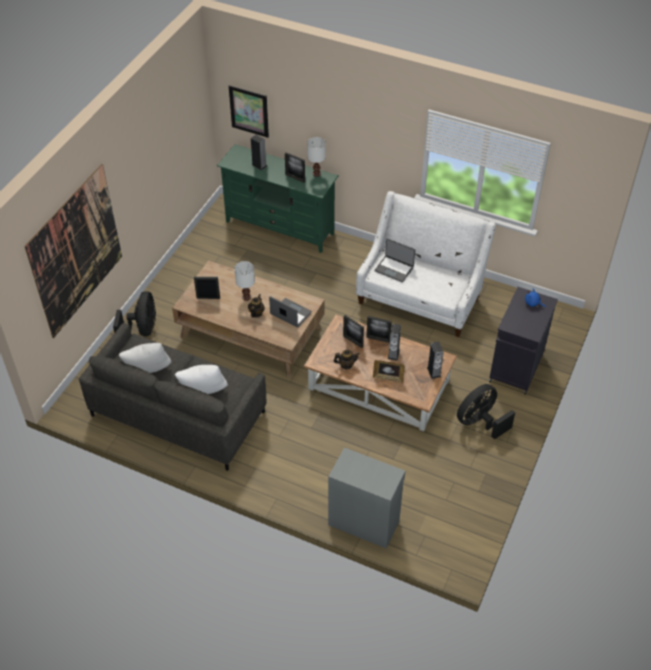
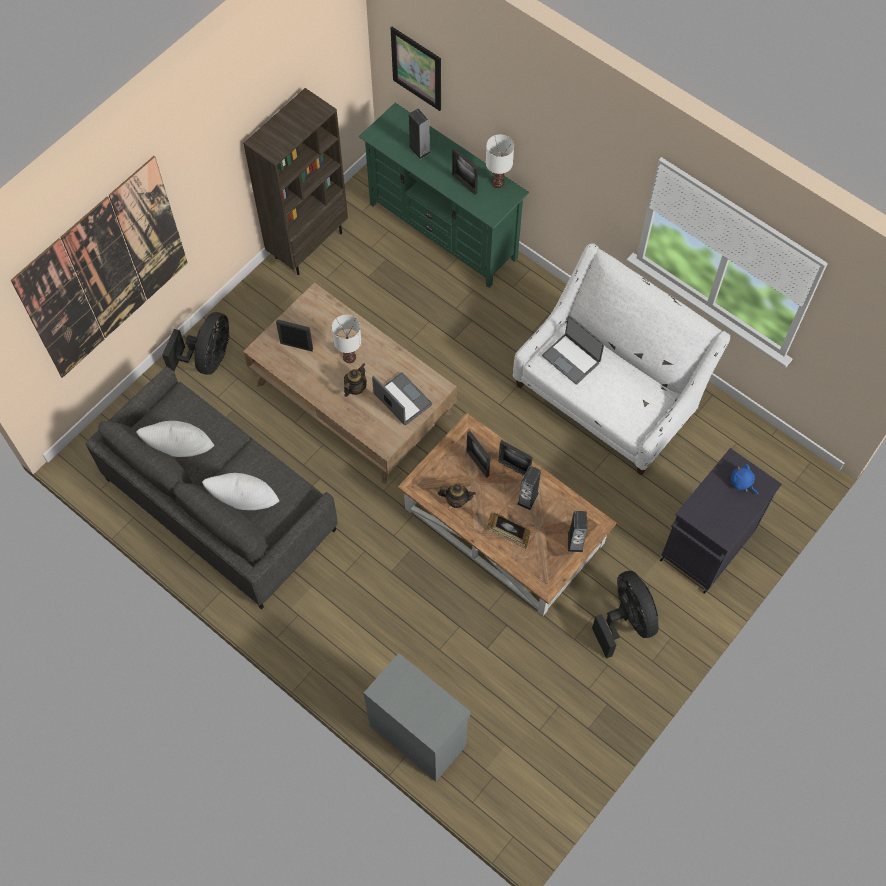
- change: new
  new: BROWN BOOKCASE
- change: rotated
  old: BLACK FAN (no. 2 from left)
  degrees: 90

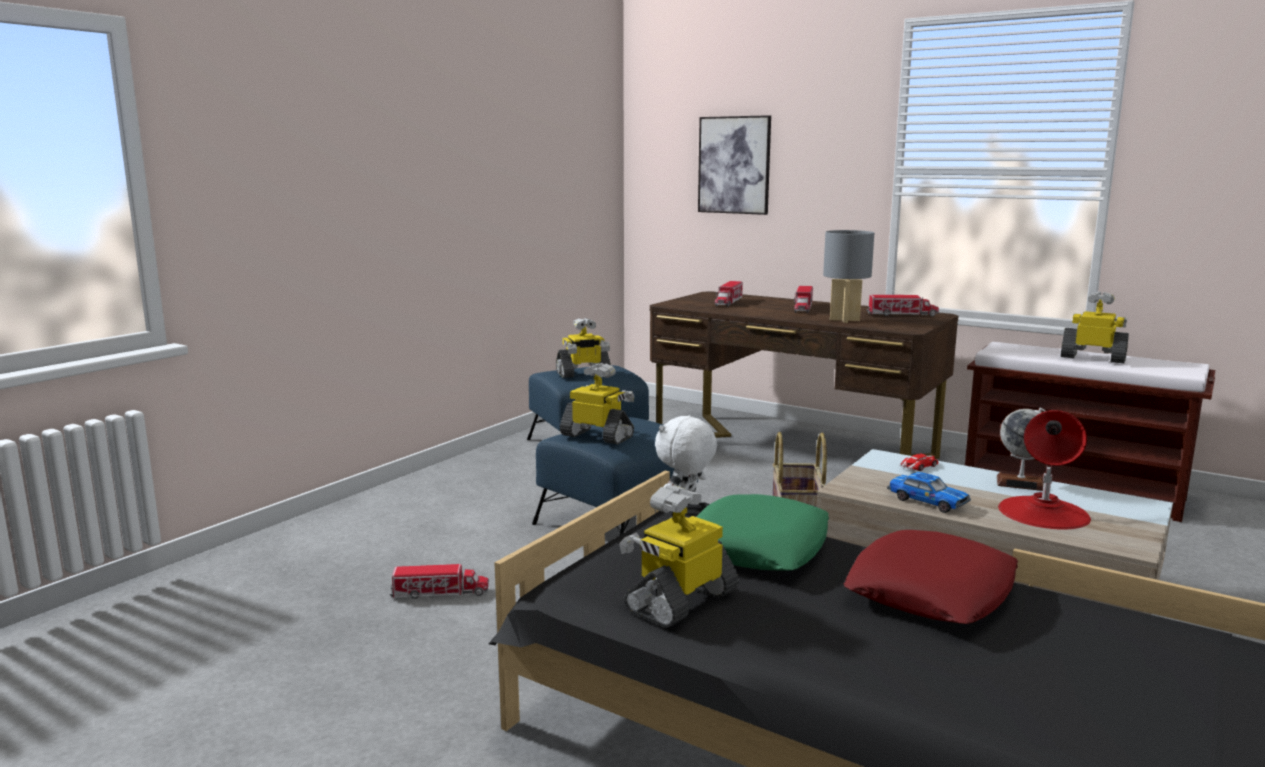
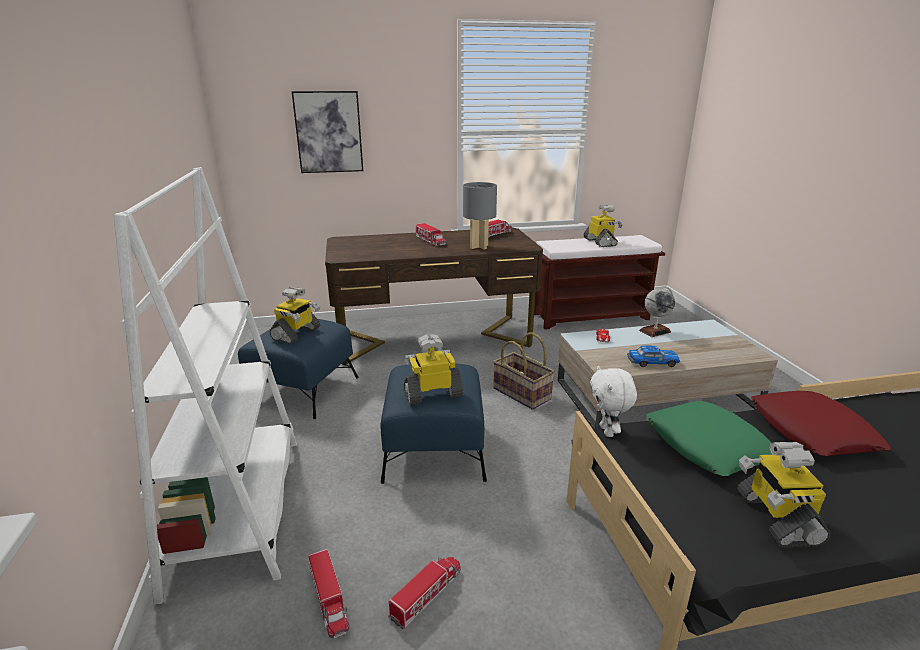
- change: gone
  old: RED TABLE LAMP
- change: new
  new: WHITE BOOKCASE
- change: shifted
  old: TOY TRUCK (no. 2 from left in the first image)
  new: TOY TRUCK (no. 1 from left)
- change: rotated
  old: TOY ROBOT (no. 4 from left in the first image)
  degrees: 90

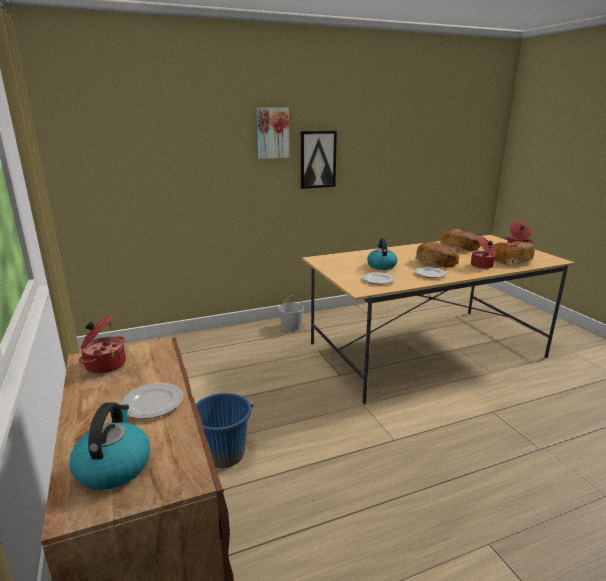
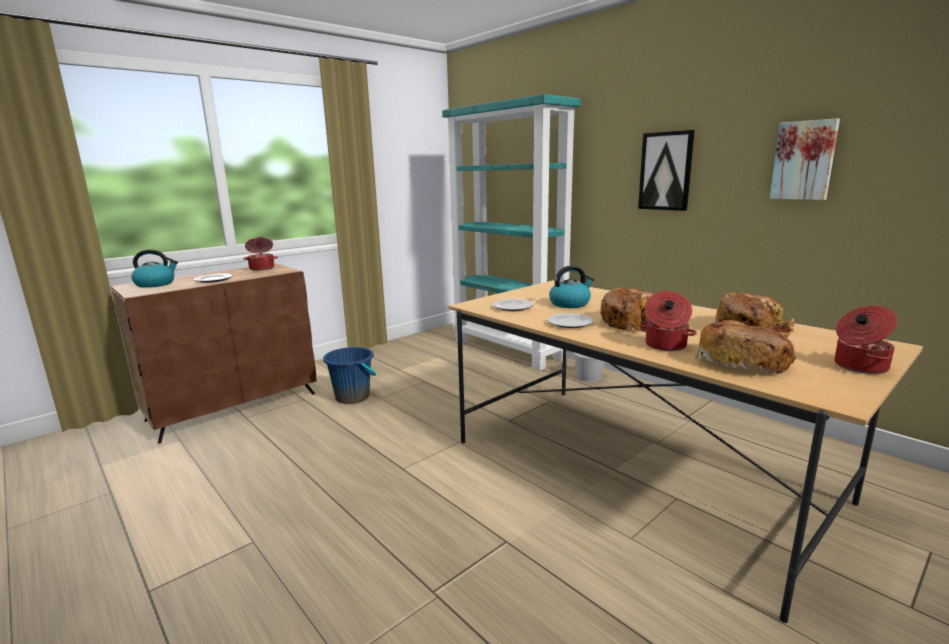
- change: new
  new: TURQUOISE BOOKCASE
- change: shifted
  old: PICTURE (no. 1 from left in the first image)
  new: PICTURE (no. 2 from left)

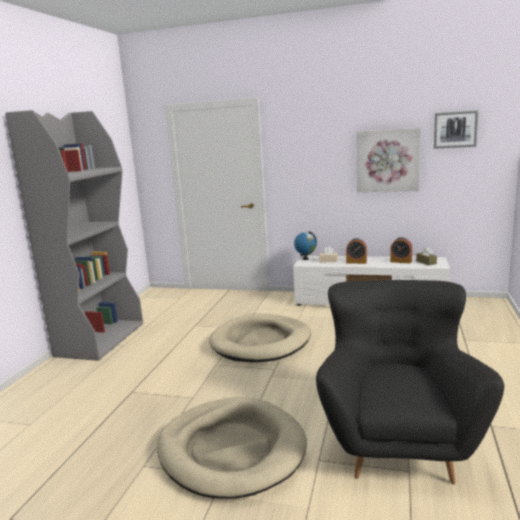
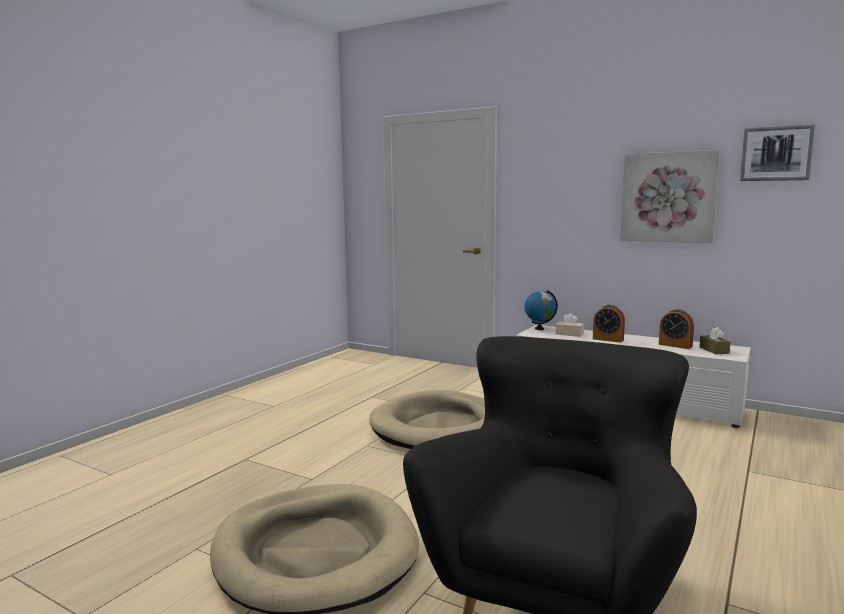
- change: gone
  old: GREY BOOKCASE

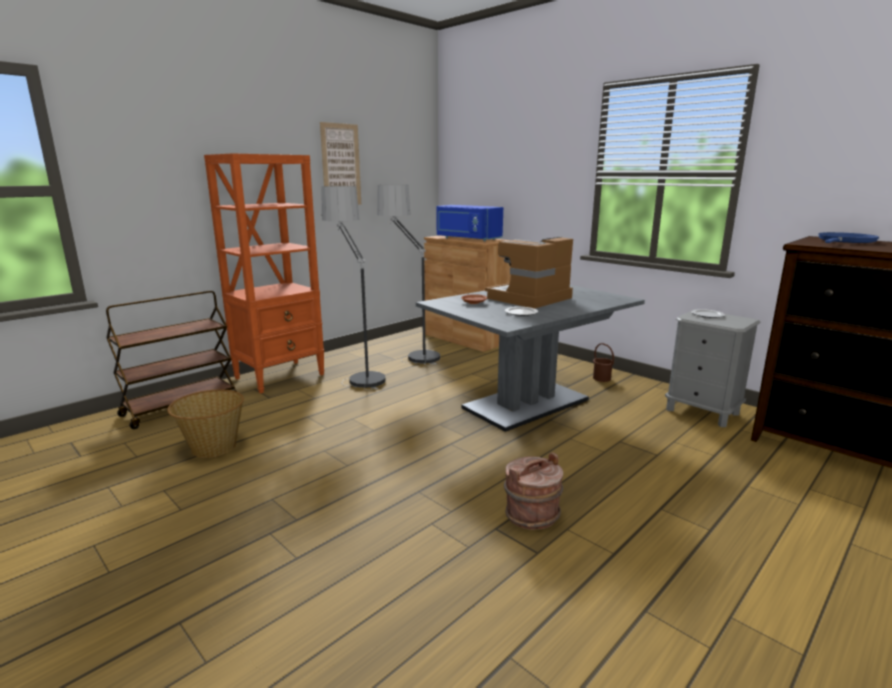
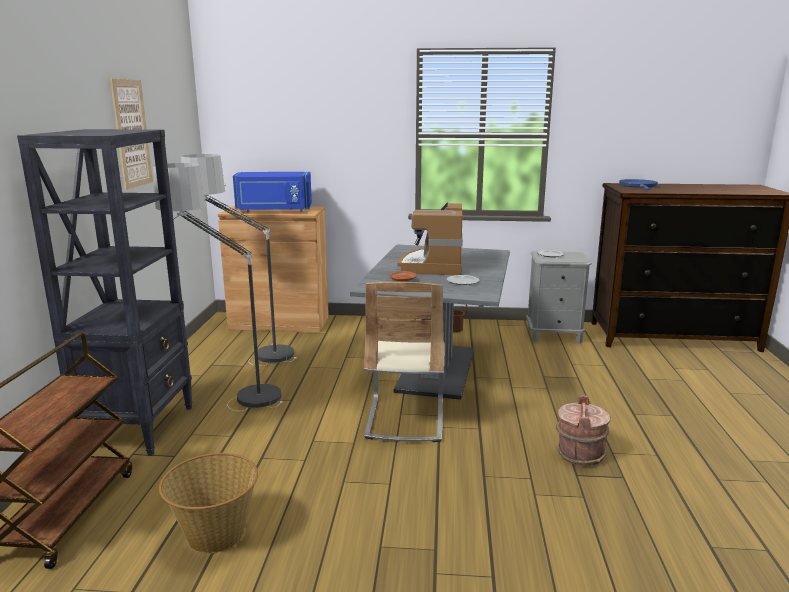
- change: new
  new: BEIGE CHAIR
- change: repainted
  old: ORANGE BOOKCASE
  new: BLACK BOOKCASE

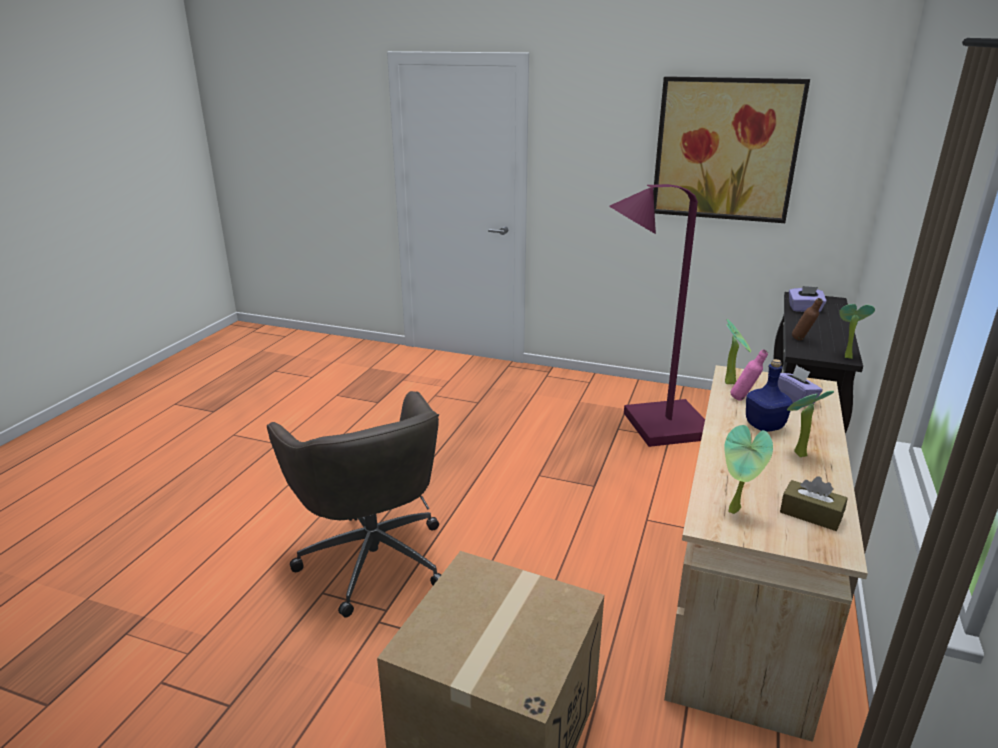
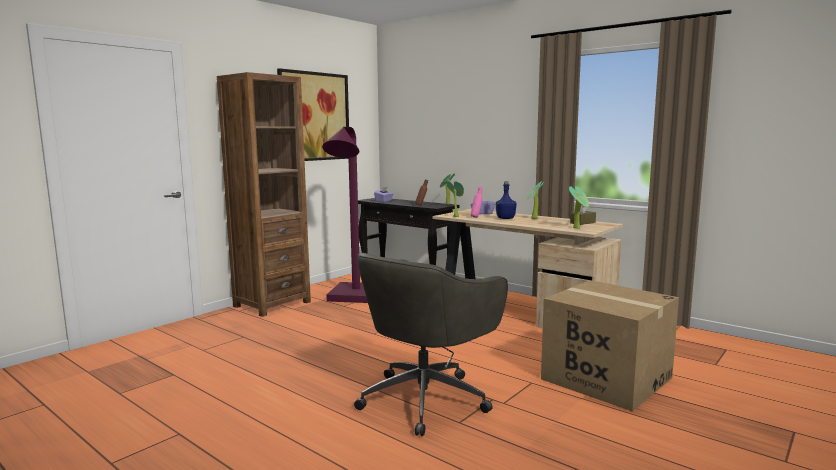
- change: new
  new: BROWN BOOKCASE
- change: rotated
  old: GREY OFFICE CHAIR
  degrees: 135

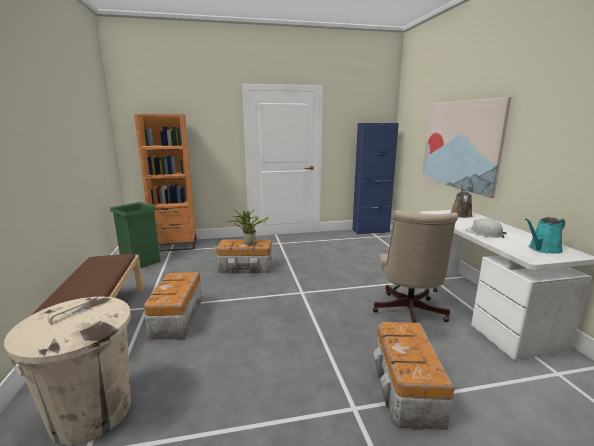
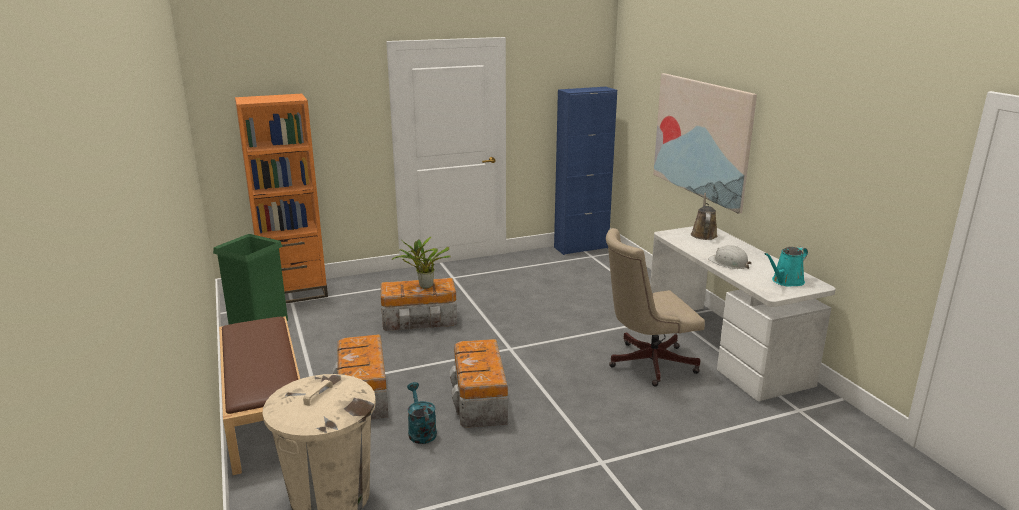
- change: new
  new: TURQUOISE WATERING CAN (no. 1 from left)
- change: shifted
  old: STORAGE BOX (no. 3 from left)
- change: rotated
  old: BEIGE OFFICE CHAIR
  degrees: 75

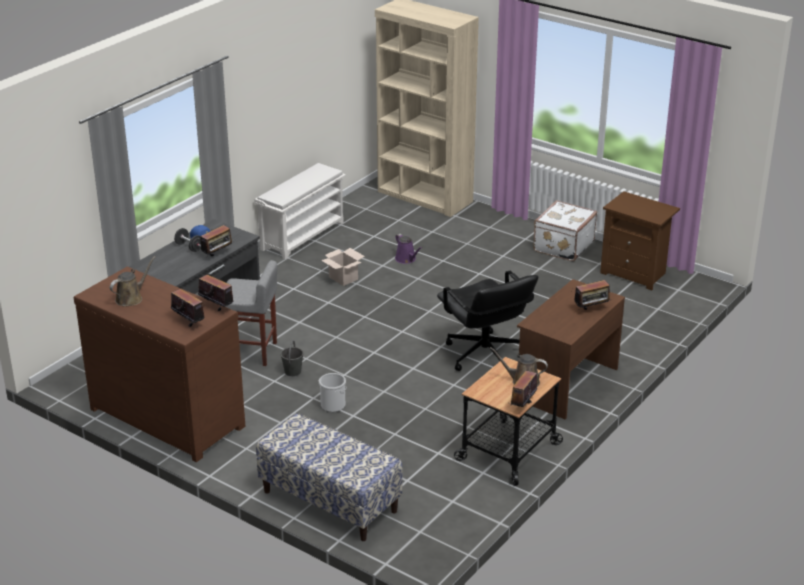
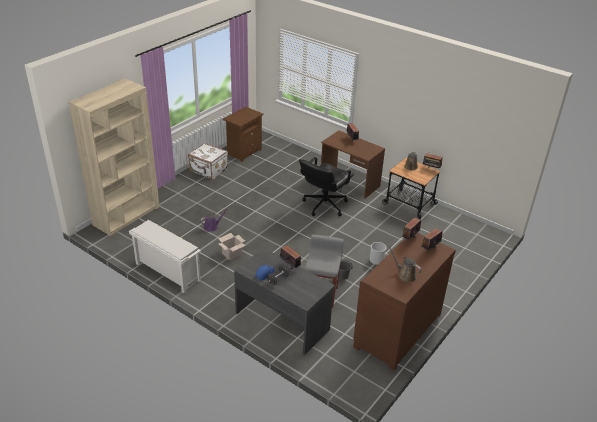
- change: gone
  old: BENCH
- change: rotated
  old: BLACK OFFICE CHAIR
  degrees: 150

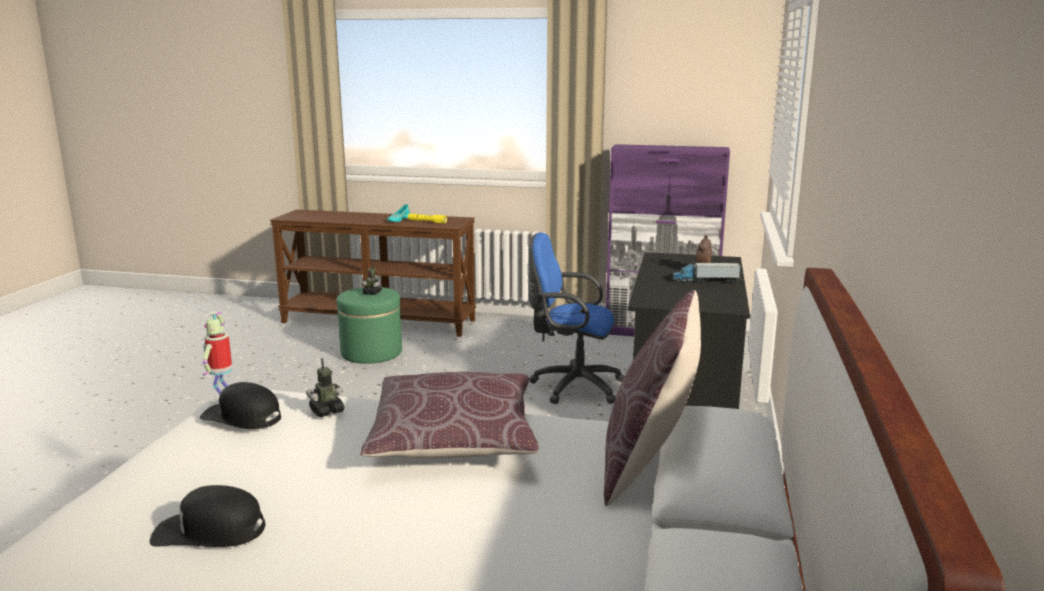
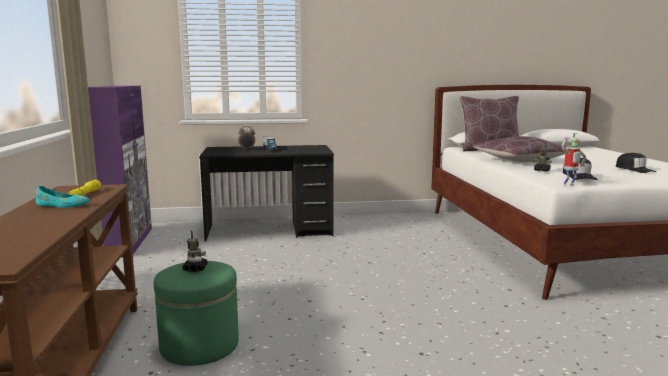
- change: gone
  old: BLUE OFFICE CHAIR

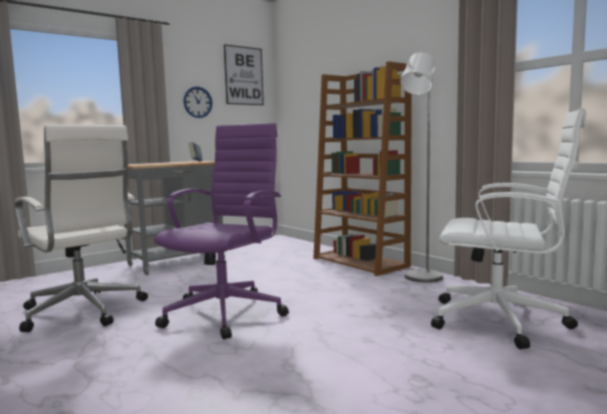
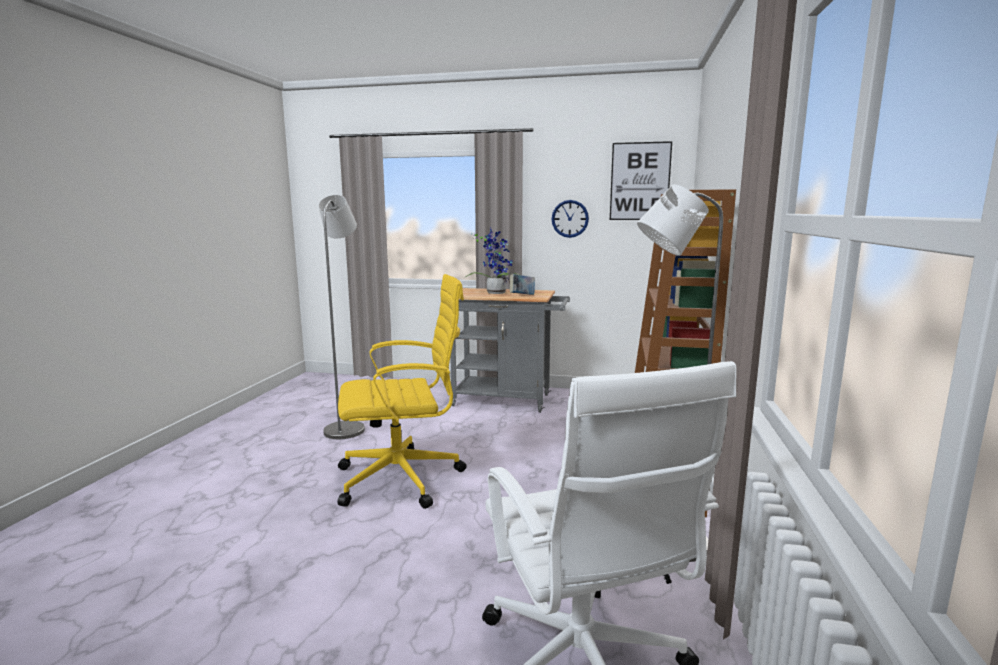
- change: new
  new: POTTED PLANT
- change: swapped
  old: WHITE OFFICE CHAIR (no. 1 from left)
  new: GREY FLOOR LAMP (no. 1 from left)
- change: repainted
  old: PURPLE OFFICE CHAIR
  new: YELLOW OFFICE CHAIR

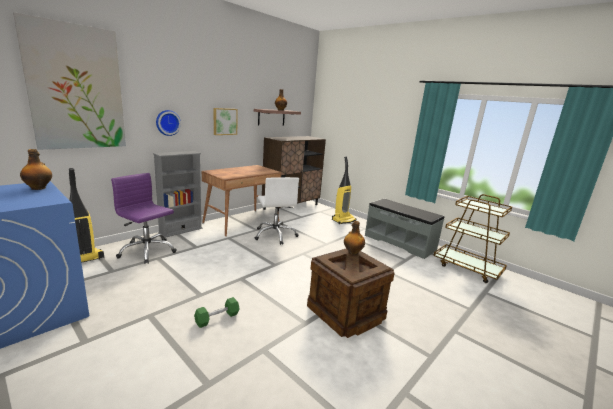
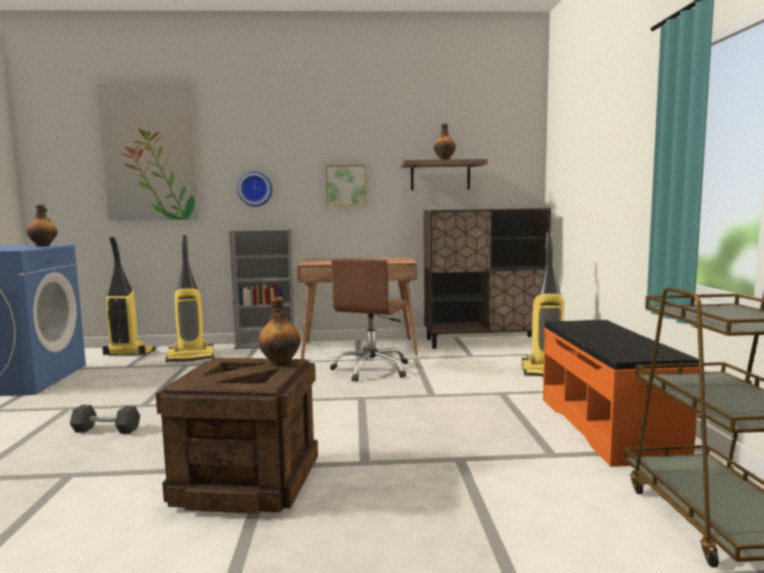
- change: swapped
  old: PURPLE OFFICE CHAIR
  new: VACUUM CLEANER (no. 2 from left)
- change: repainted
  old: GREEN DUMBBELL
  new: BLACK DUMBBELL
- change: repainted
  old: WHITE OFFICE CHAIR
  new: BROWN OFFICE CHAIR
- change: repainted
  old: GREY BENCH
  new: ORANGE BENCH

